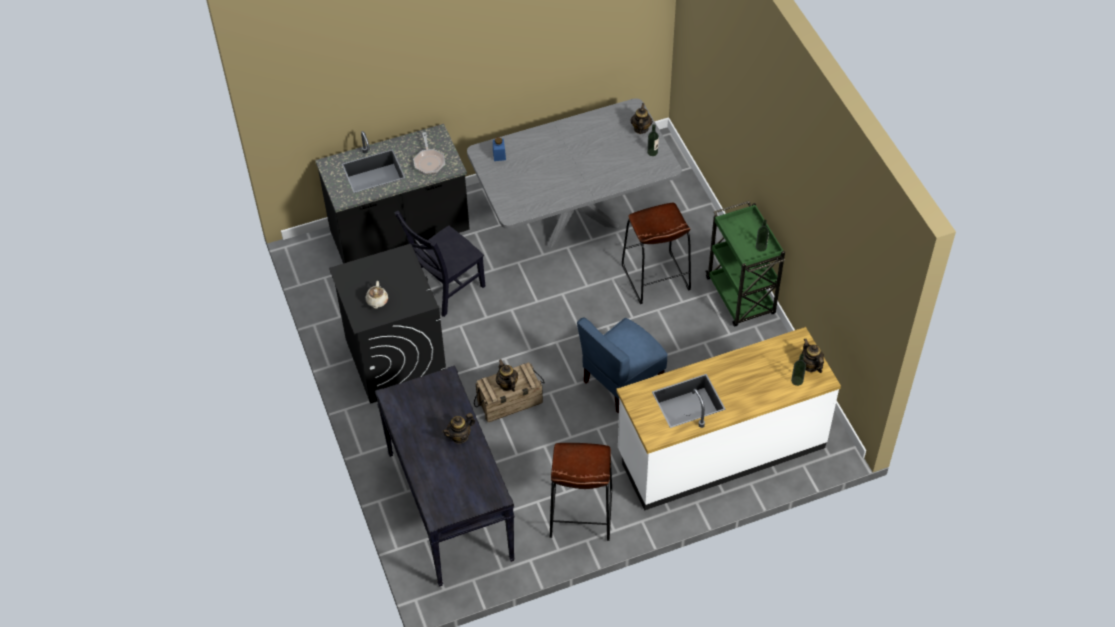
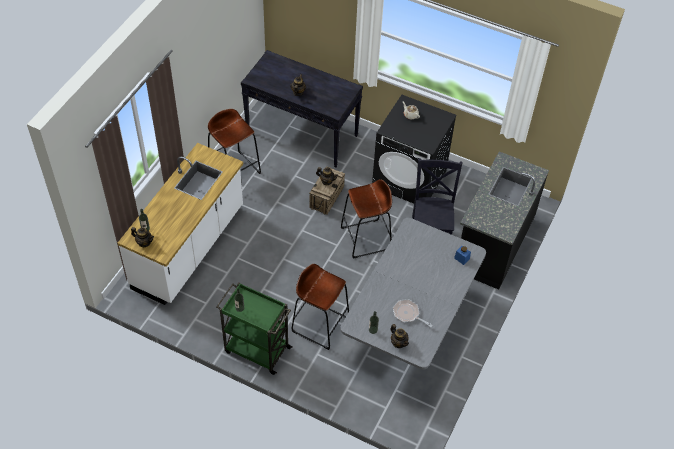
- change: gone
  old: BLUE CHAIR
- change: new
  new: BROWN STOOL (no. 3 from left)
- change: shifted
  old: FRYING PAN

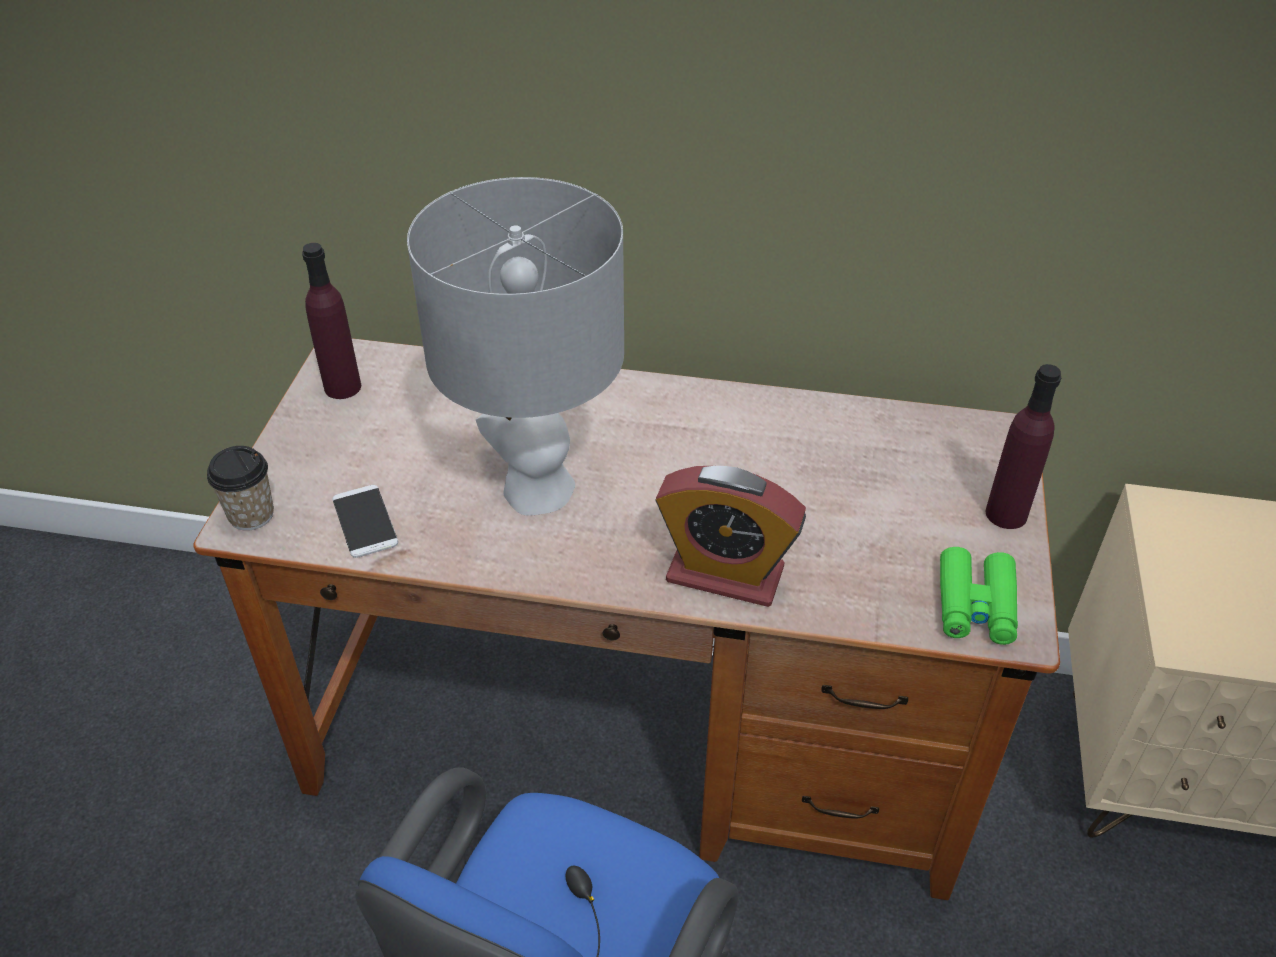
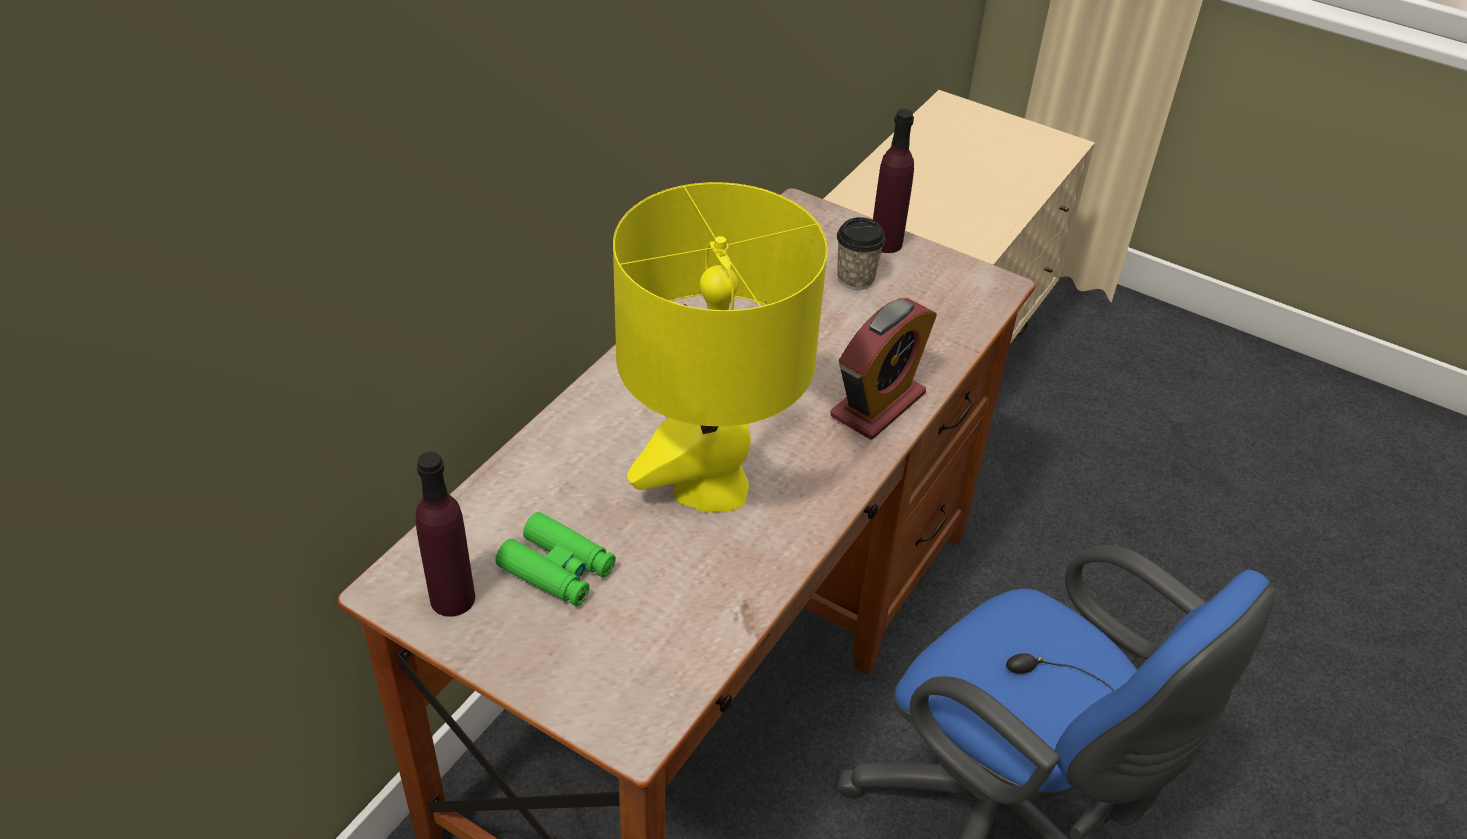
- change: gone
  old: PHONE
- change: shifted
  old: CUP
- change: shifted
  old: GREEN BINOCULARS
- change: repainted
  old: GREY TABLE LAMP
  new: YELLOW TABLE LAMP

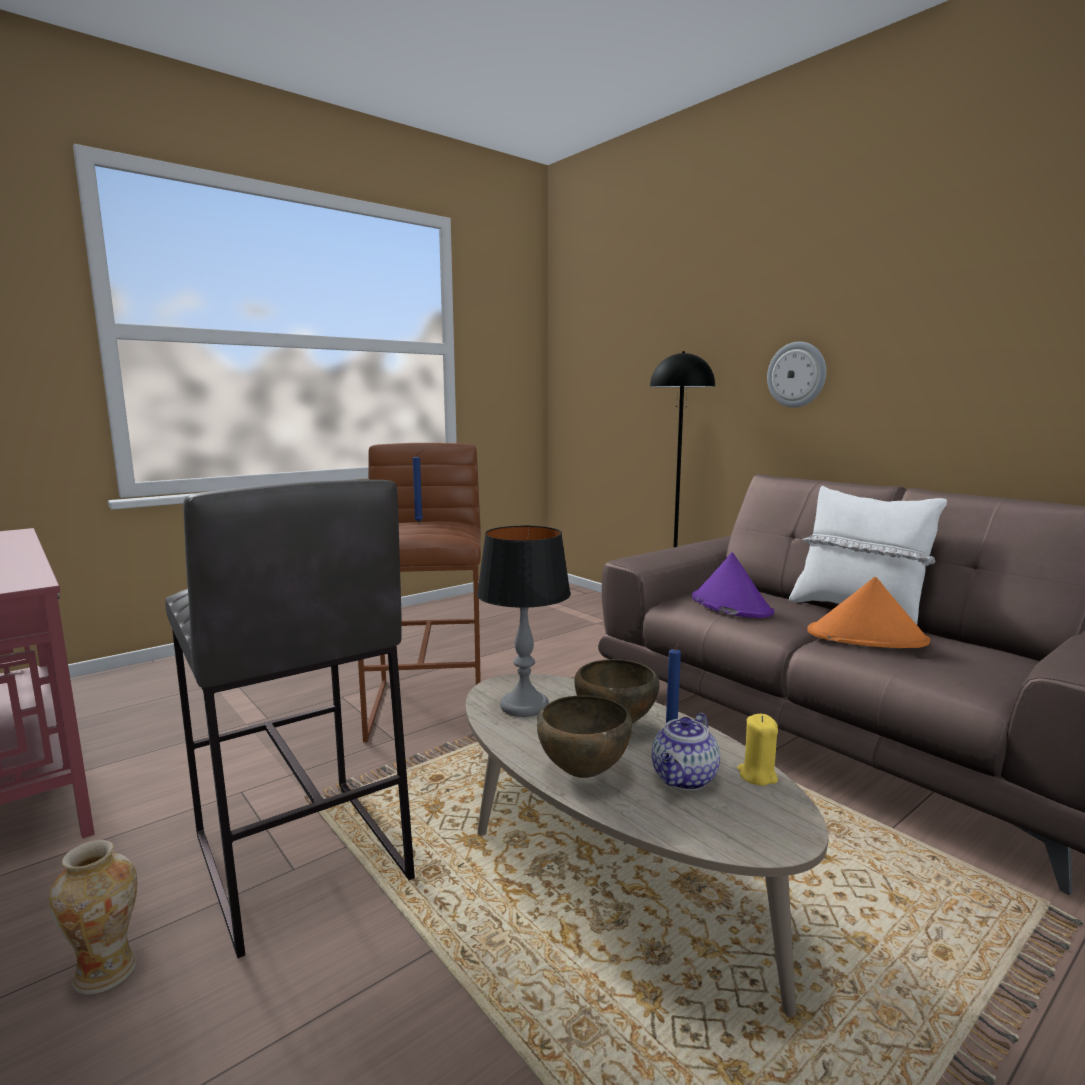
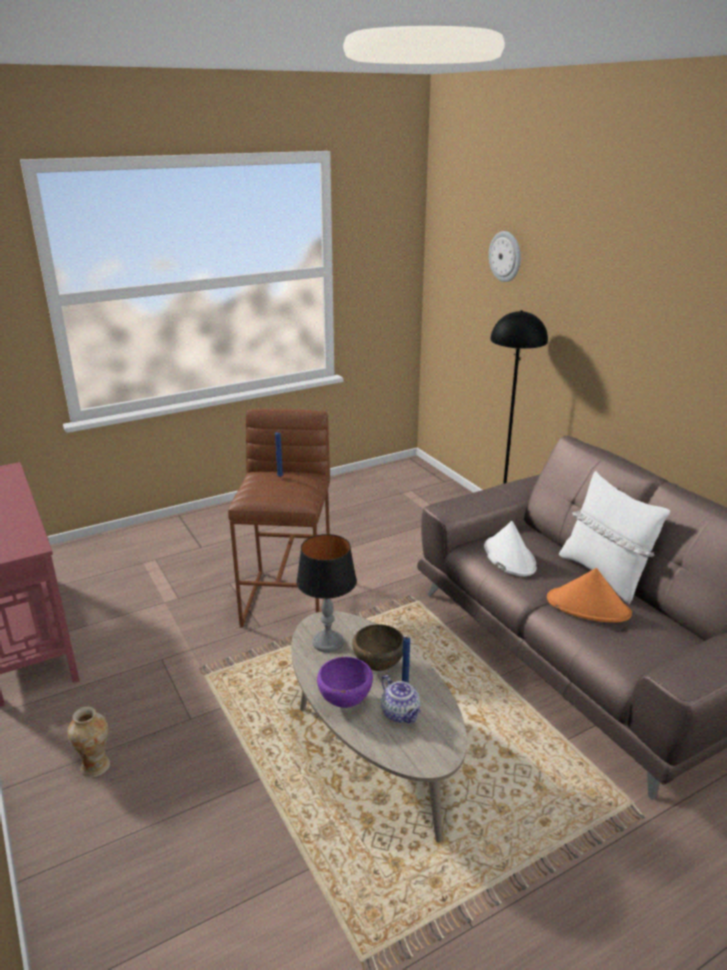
- change: gone
  old: GREY STOOL
- change: gone
  old: YELLOW CANDLE
- change: shifted
  old: WALL CLOCK
- change: repainted
  old: BROWN BOWL (no. 1 from left)
  new: PURPLE BOWL
- change: repainted
  old: PURPLE HAT
  new: WHITE HAT
- change: rotated
  old: TEAPOT
  degrees: -75

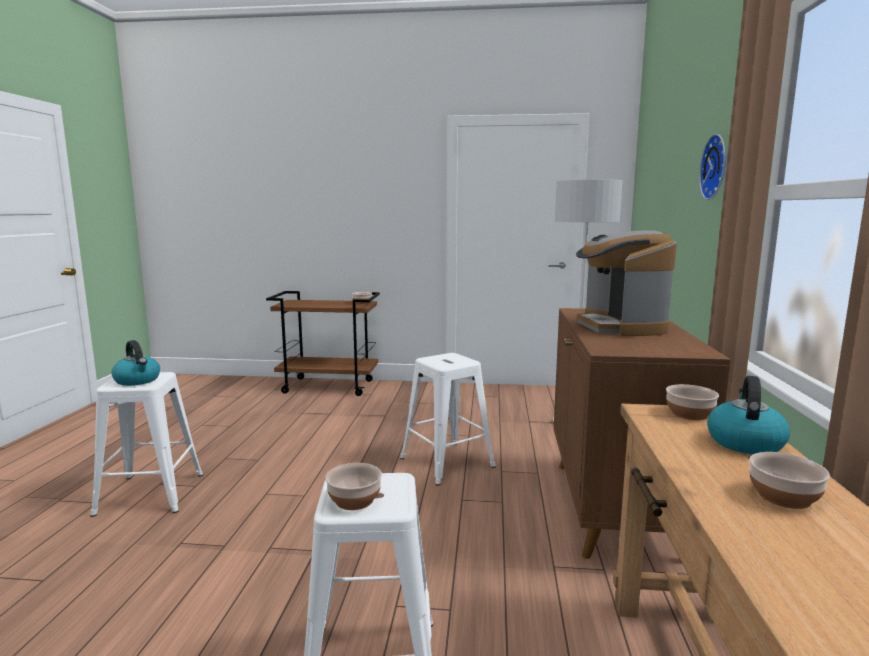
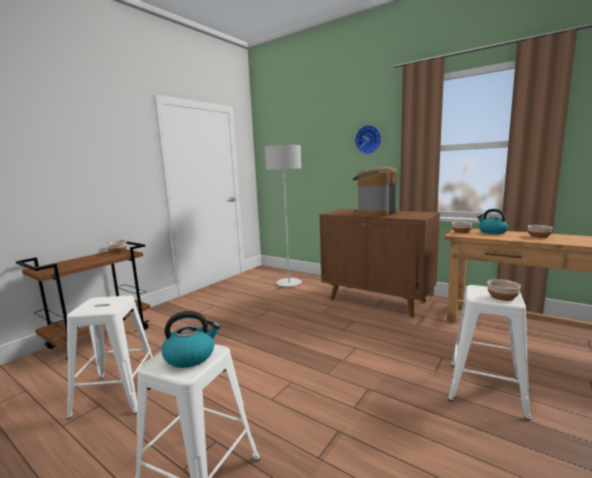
- change: shifted
  old: WHITE STOOL (no. 3 from left in the first image)
  new: WHITE STOOL (no. 1 from left)
- change: rotated
  old: COFFEE MACHINE
  degrees: 105

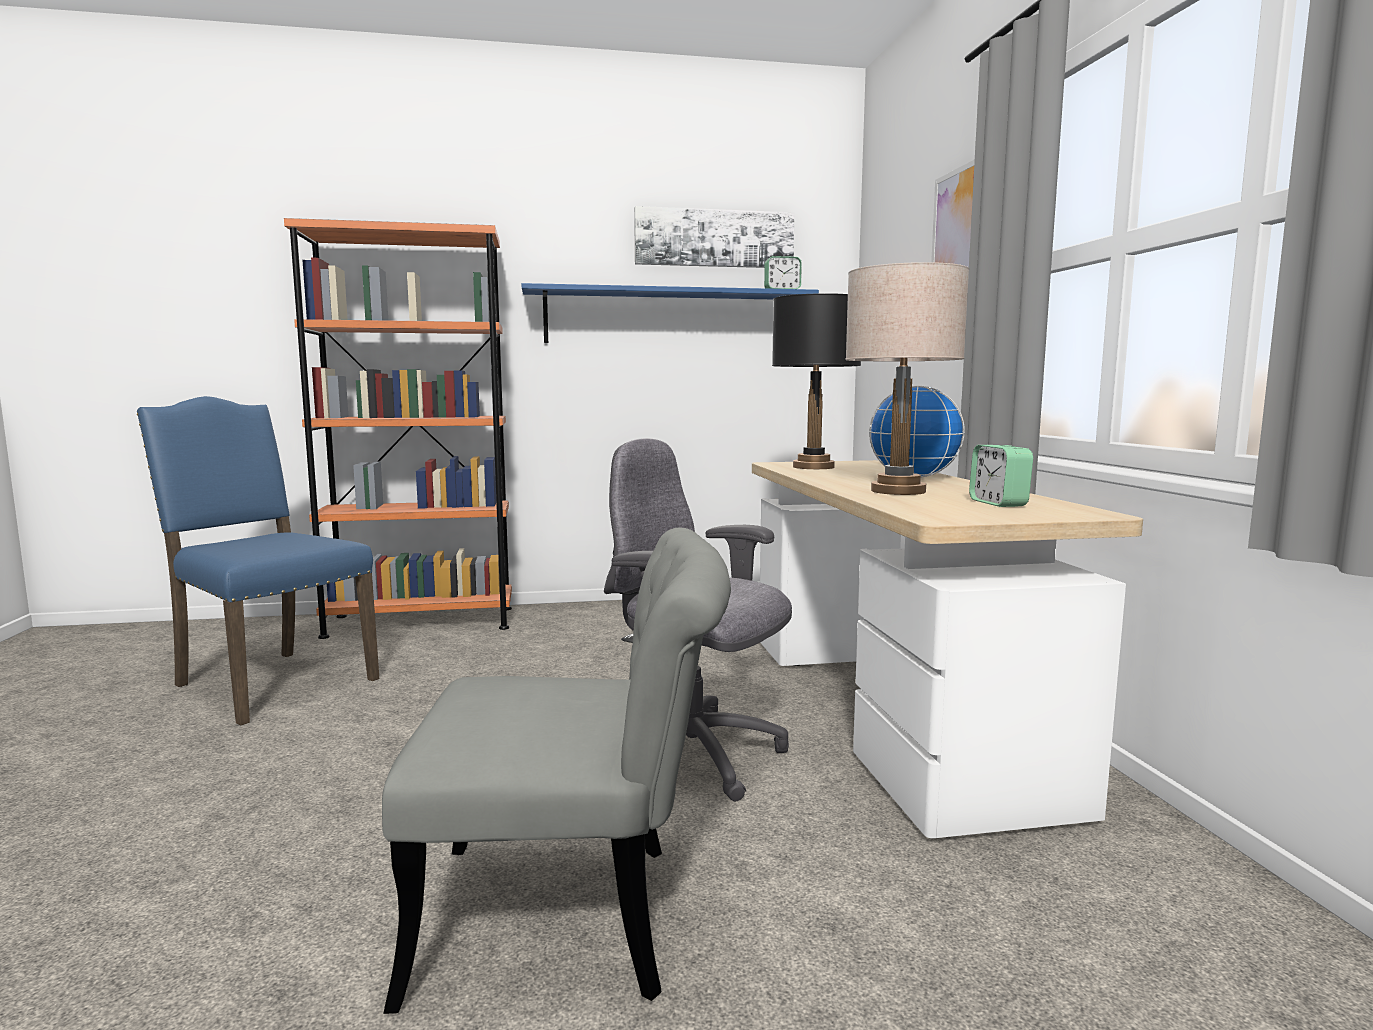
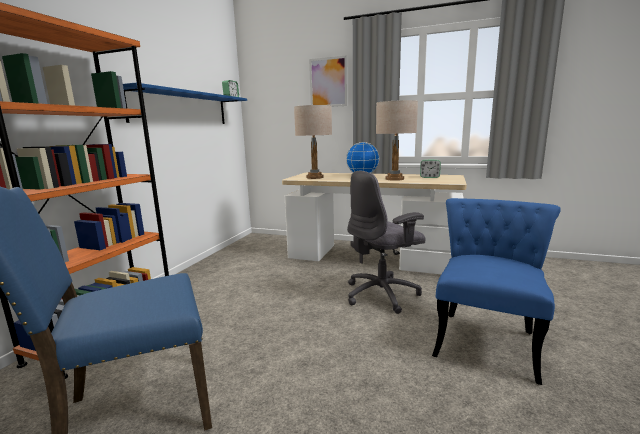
- change: gone
  old: PICTURE (no. 1 from left)
- change: repainted
  old: GREY CHAIR
  new: BLUE CHAIR (no. 2 from left)
- change: repainted
  old: BLACK TABLE LAMP
  new: BEIGE TABLE LAMP (no. 1 from left)

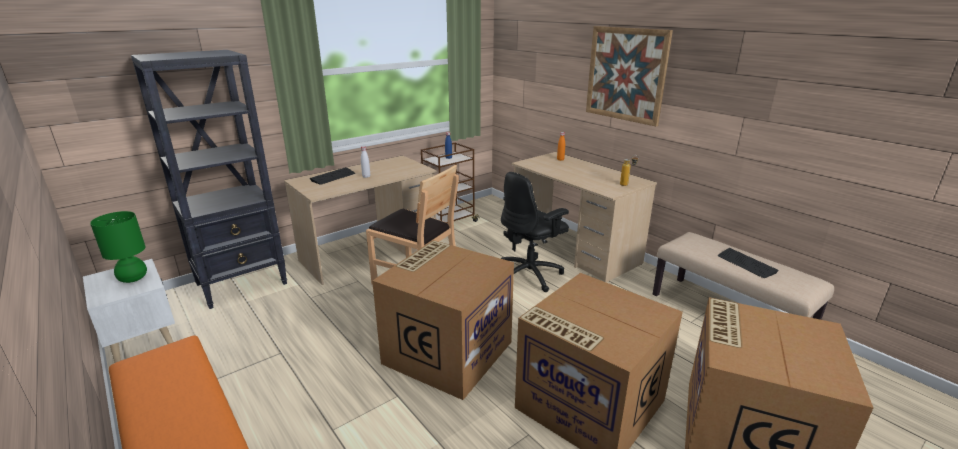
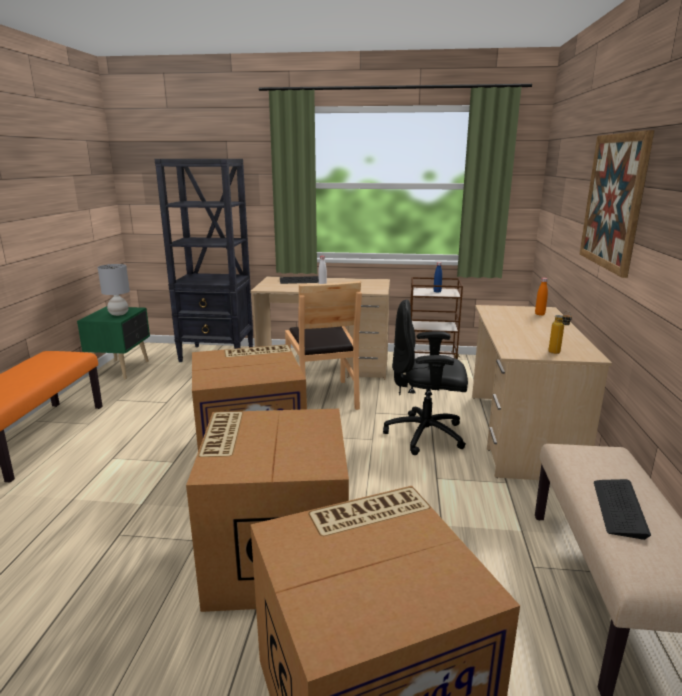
- change: repainted
  old: WHITE NIGHTSTAND
  new: GREEN NIGHTSTAND
- change: repainted
  old: GREEN TABLE LAMP
  new: GREY TABLE LAMP

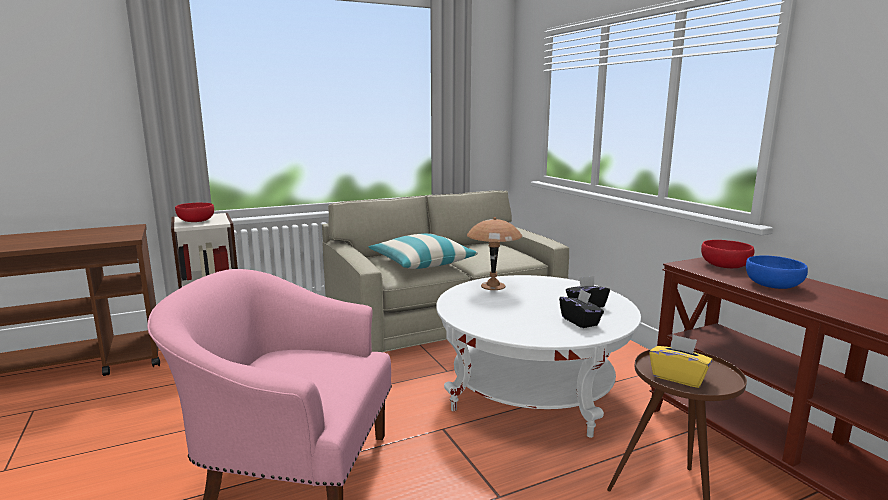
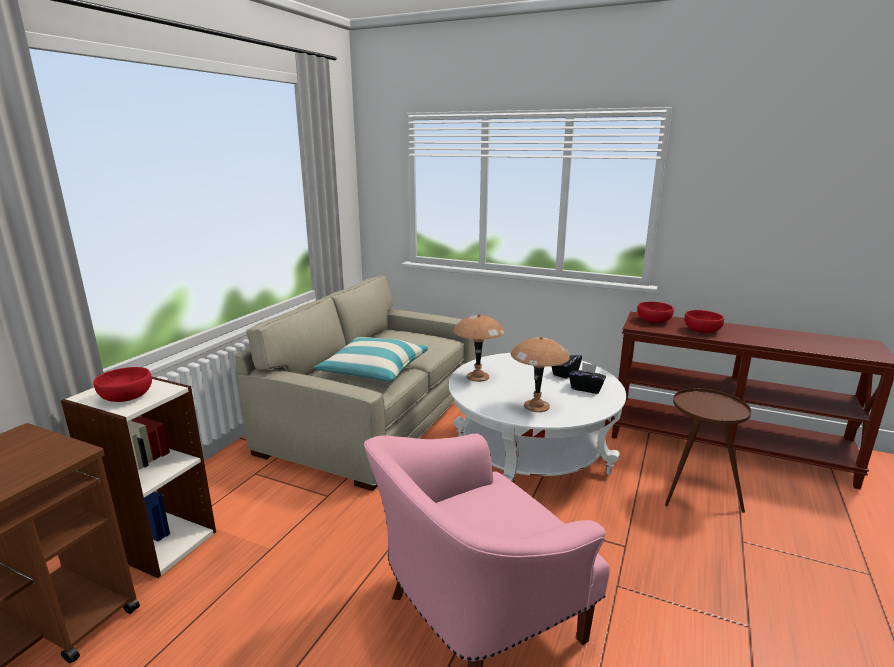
- change: gone
  old: YELLOW TISSUE BOX
- change: new
  new: BROWN TABLE LAMP (no. 2 from left)
- change: repainted
  old: BLUE BOWL
  new: RED BOWL (no. 3 from left)

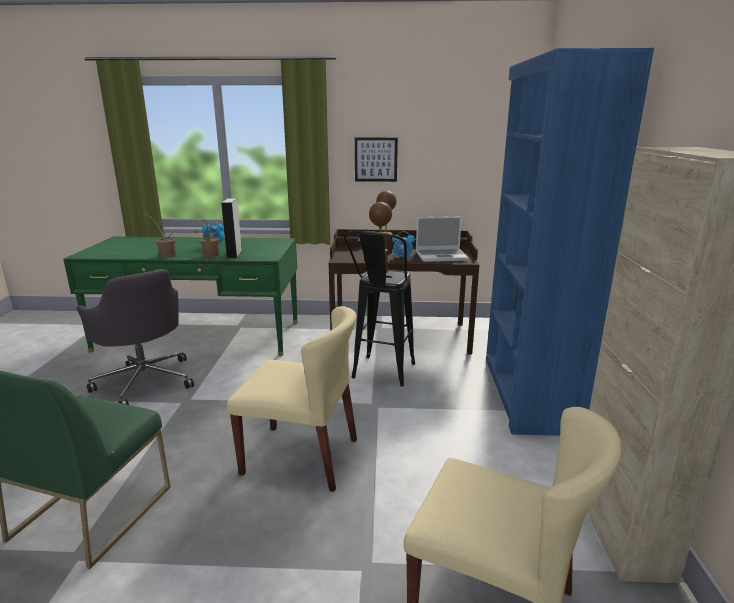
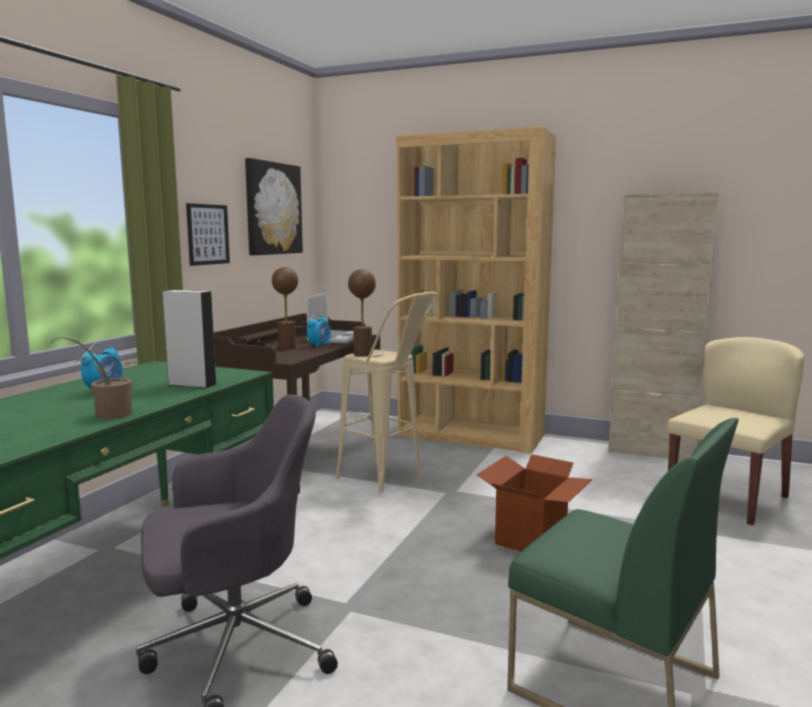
- change: gone
  old: POTTED PLANT (no. 2 from left)
- change: new
  new: PICTURE (no. 2 from left)
- change: swapped
  old: BEIGE CHAIR (no. 1 from left)
  new: CARDBOARD BOX
- change: repainted
  old: BLACK STOOL
  new: BEIGE STOOL
- change: repainted
  old: BLUE BOOKCASE
  new: BROWN BOOKCASE

